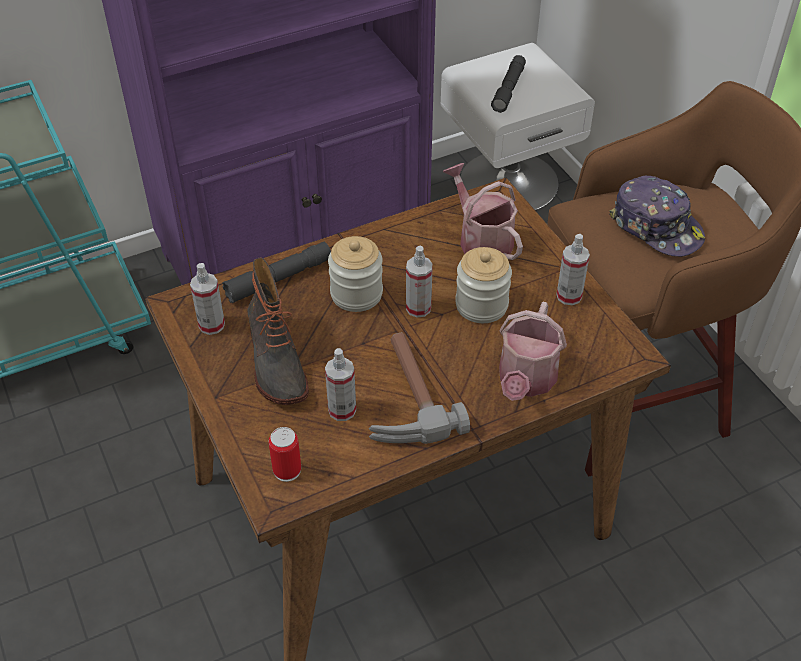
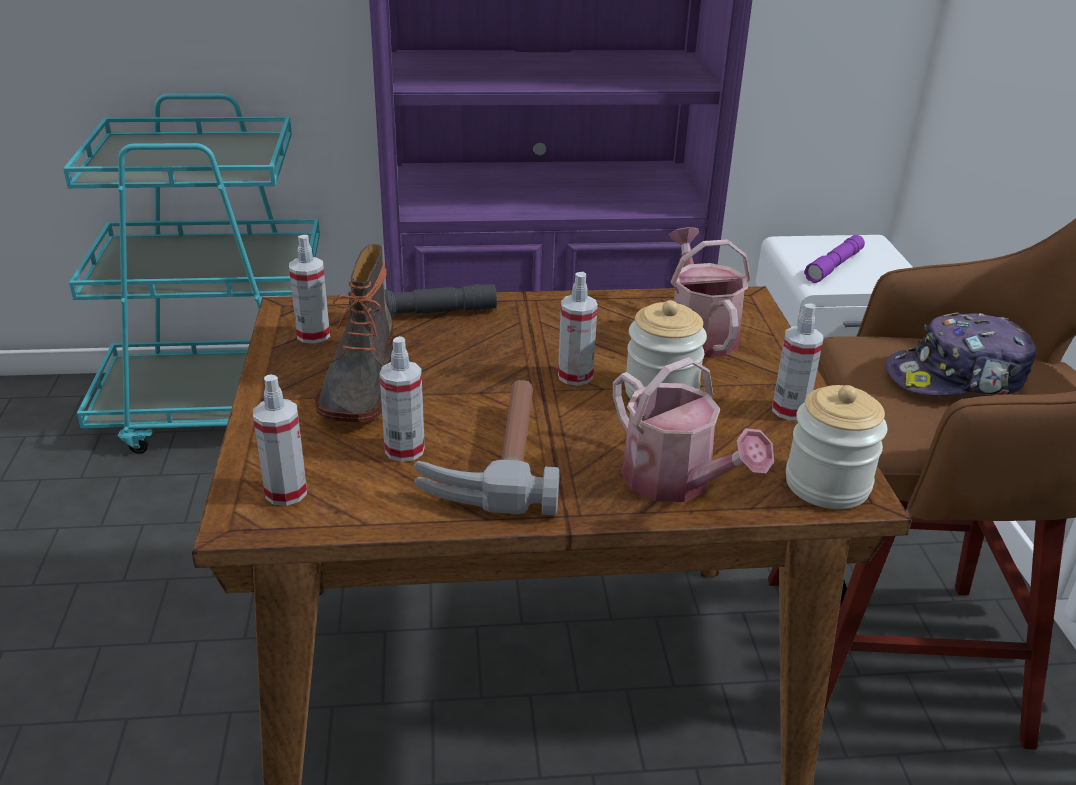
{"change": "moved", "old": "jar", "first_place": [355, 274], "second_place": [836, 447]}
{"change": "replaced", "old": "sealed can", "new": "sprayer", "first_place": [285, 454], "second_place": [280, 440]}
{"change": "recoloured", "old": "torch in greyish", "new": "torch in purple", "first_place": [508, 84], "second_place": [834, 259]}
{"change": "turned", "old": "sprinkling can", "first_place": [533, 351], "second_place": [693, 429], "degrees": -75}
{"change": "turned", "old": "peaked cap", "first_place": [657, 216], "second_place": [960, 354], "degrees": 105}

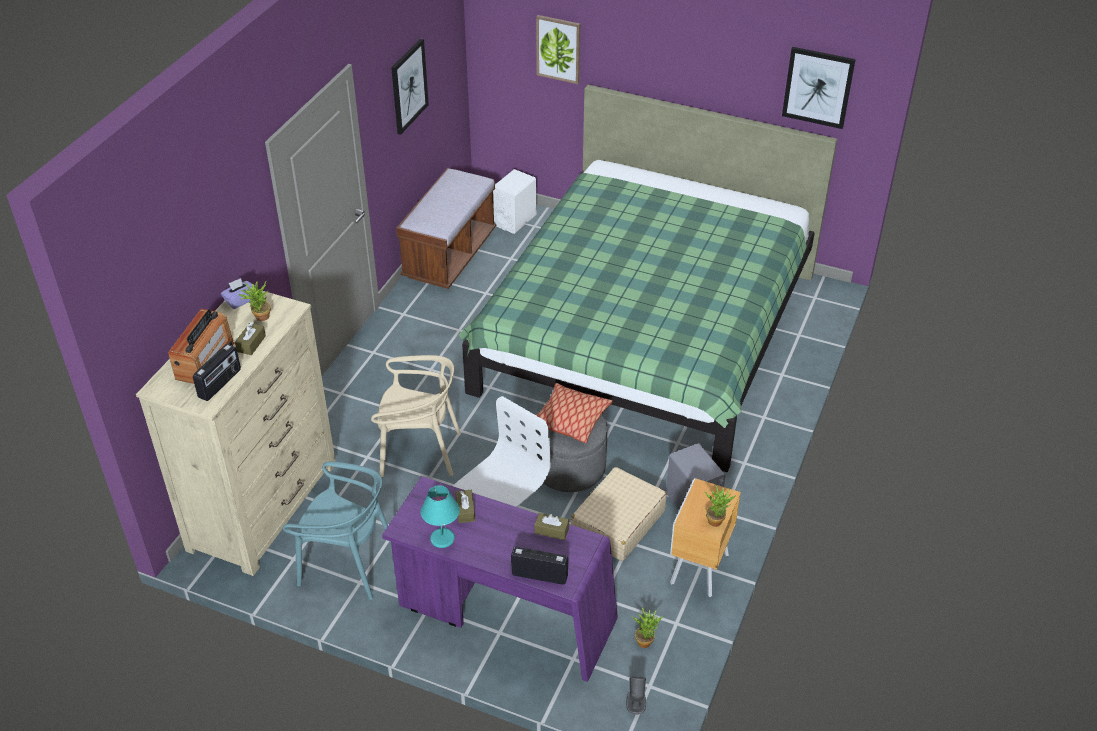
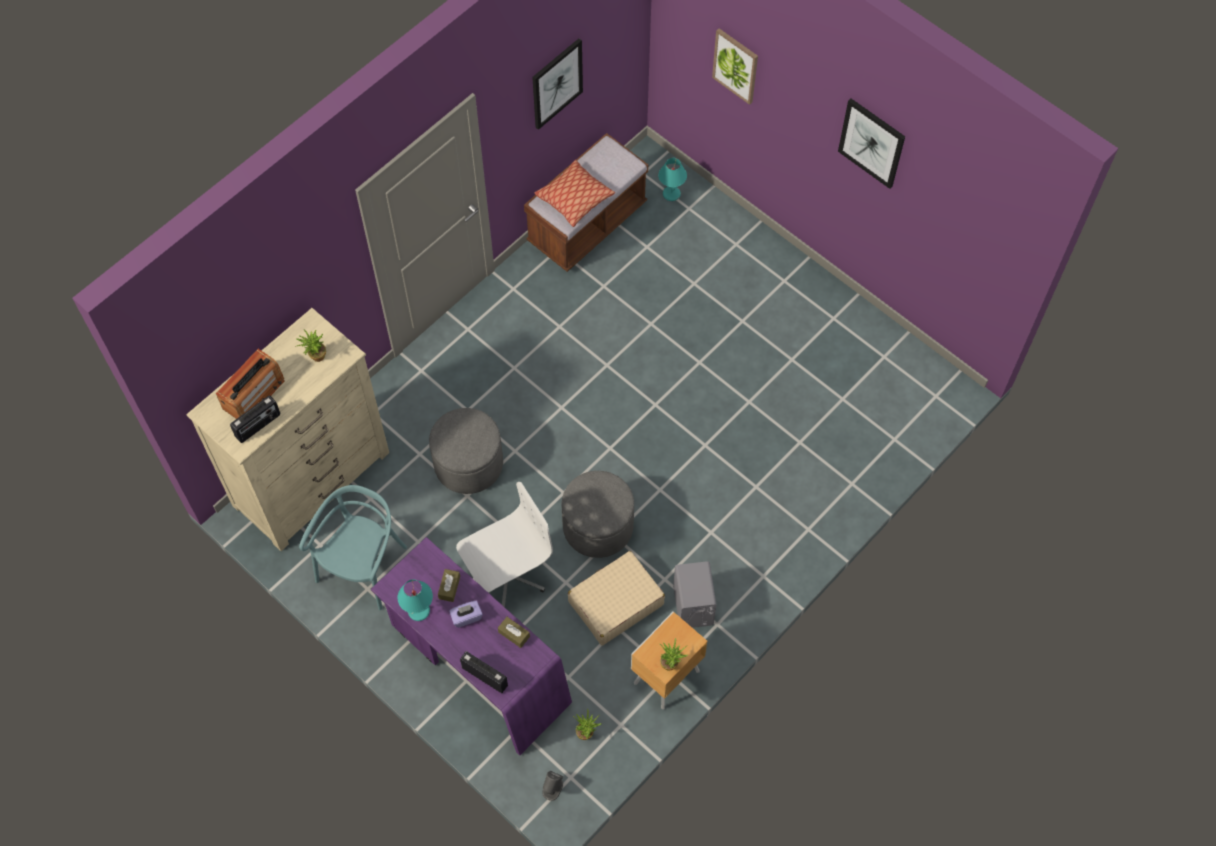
{"change": "removed", "old": "tissue holder in brownish", "first_place": [250, 338]}
{"change": "removed", "old": "bed in green", "first_place": [648, 278]}
{"change": "moved", "old": "tissue holder in purple", "first_place": [238, 293], "second_place": [466, 614]}
{"change": "moved", "old": "throw pillow", "first_place": [574, 413], "second_place": [575, 193]}
{"change": "moved", "old": "wall art", "first_place": [819, 88], "second_place": [871, 143]}
{"change": "replaced", "old": "chair in beige", "new": "pouffe in greyish", "first_place": [416, 416], "second_place": [466, 451]}
{"change": "replaced", "old": "speaker in white", "new": "tabletop lamp in turquoise", "first_place": [514, 201], "second_place": [672, 179]}
{"change": "turned", "old": "chair in turquoise", "first_place": [337, 530], "second_place": [353, 547], "degrees": -105}

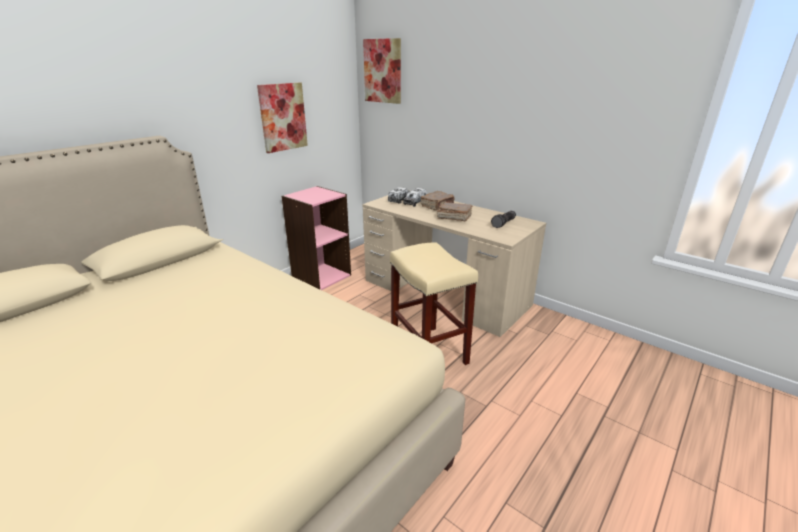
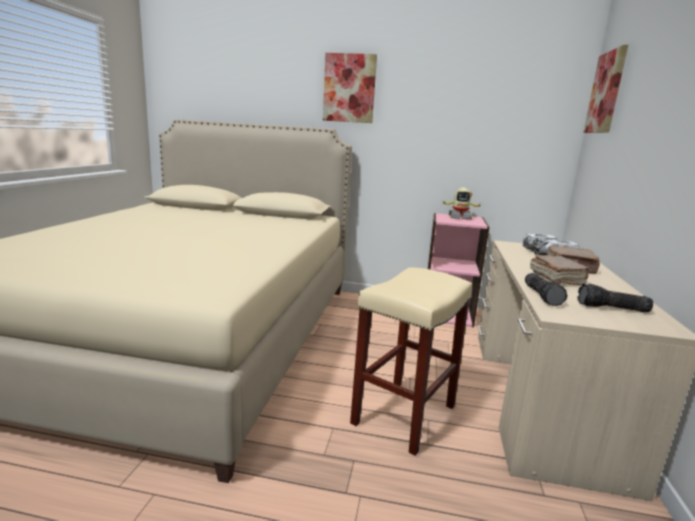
{"change": "added", "new": "robot figure", "second_place": [461, 203]}
{"change": "added", "new": "torch", "second_place": [546, 289]}
{"change": "moved", "old": "wall art", "first_place": [282, 118], "second_place": [350, 88]}

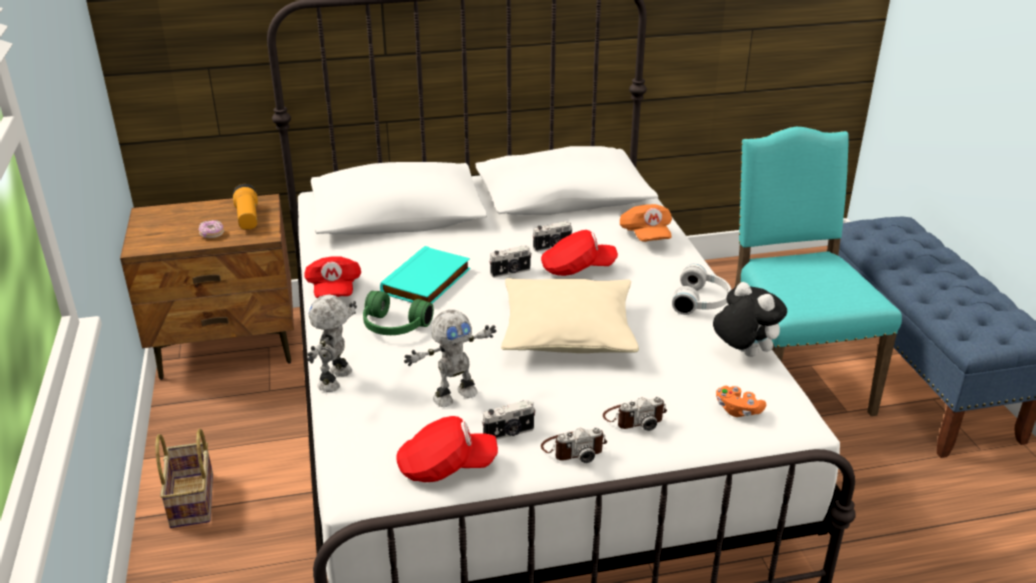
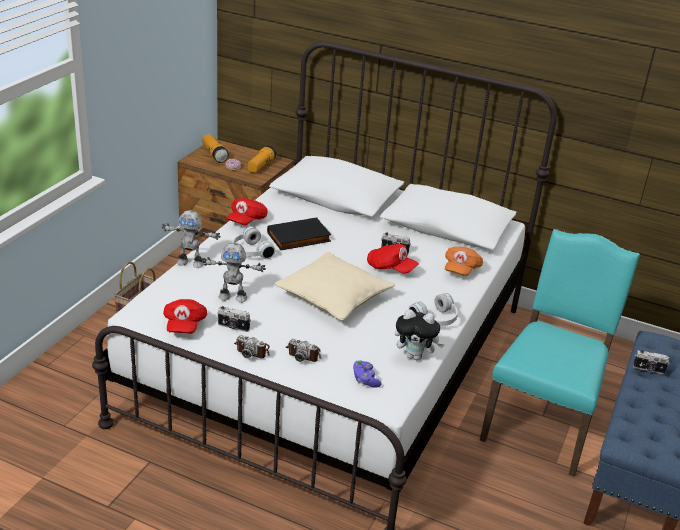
{"change": "added", "new": "torch", "second_place": [216, 148]}
{"change": "moved", "old": "photo camera", "first_place": [510, 261], "second_place": [651, 362]}
{"change": "recoloured", "old": "headset in green", "new": "headset in white", "first_place": [398, 313], "second_place": [254, 242]}
{"change": "recoloured", "old": "bound book in turquoise", "new": "bound book in black", "first_place": [425, 275], "second_place": [299, 233]}
{"change": "recoloured", "old": "game controller in orangey", "new": "game controller in purple", "first_place": [741, 401], "second_place": [367, 374]}
{"change": "turned", "old": "robot figure", "first_place": [332, 343], "second_place": [191, 239], "degrees": -135}
{"change": "turned", "old": "peaked cap in red-coloured", "first_place": [447, 449], "second_place": [185, 316], "degrees": 60}
{"change": "turned", "old": "soft toy", "first_place": [750, 319], "second_place": [419, 334], "degrees": 105}

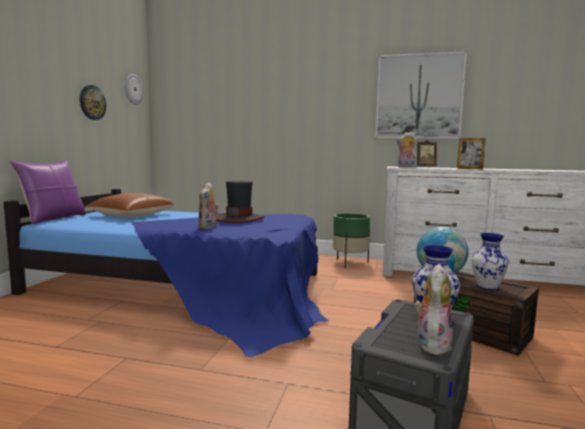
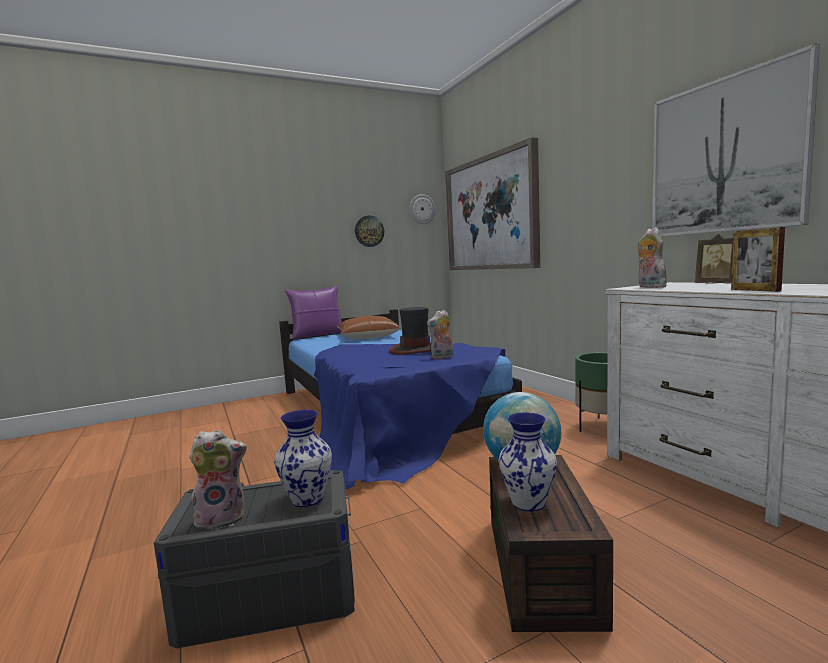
{"change": "added", "new": "wall art", "second_place": [492, 203]}
{"change": "moved", "old": "soft toy", "first_place": [209, 205], "second_place": [440, 334]}

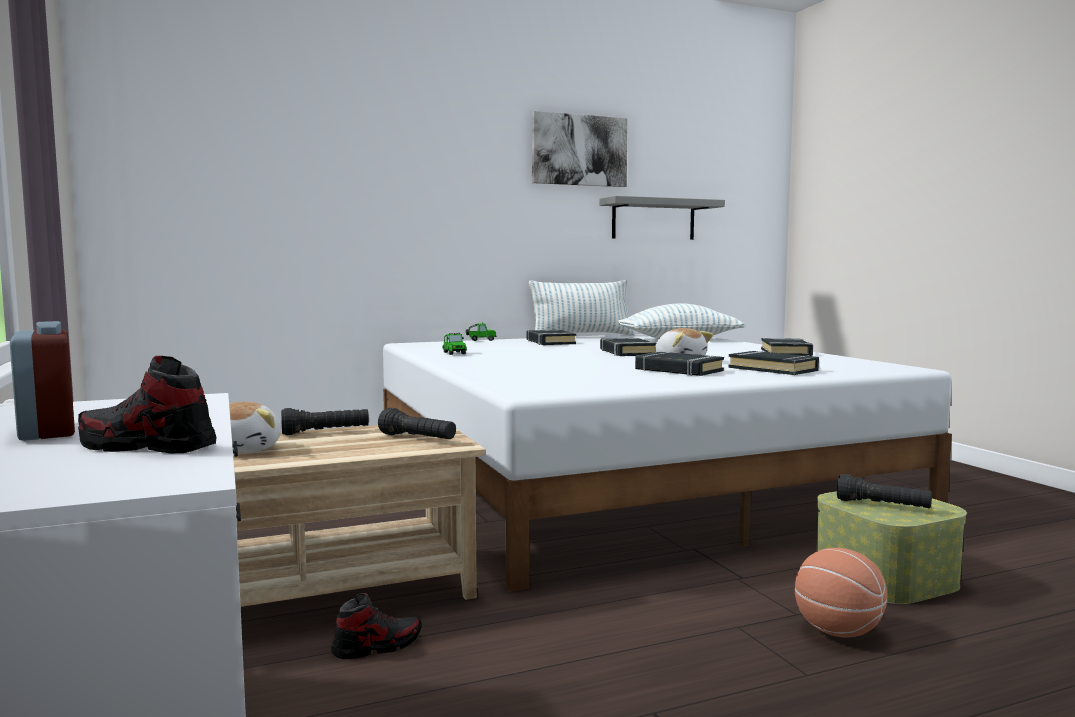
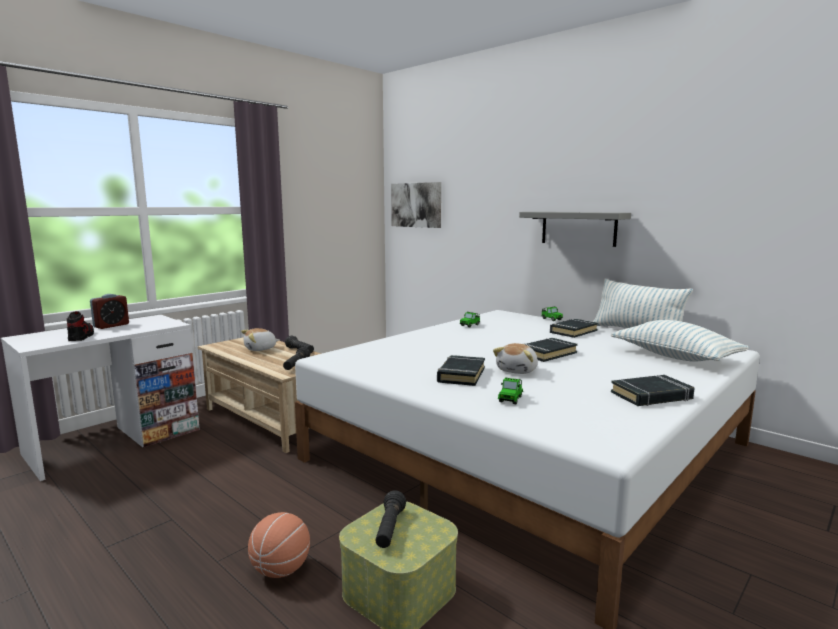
{"change": "removed", "old": "item of footwear", "first_place": [376, 626]}
{"change": "moved", "old": "wall art", "first_place": [580, 149], "second_place": [416, 205]}
{"change": "moved", "old": "shelf in greyish", "first_place": [662, 218], "second_place": [575, 229]}
{"change": "replaced", "old": "bound book in black", "new": "model car", "first_place": [773, 363], "second_place": [510, 390]}

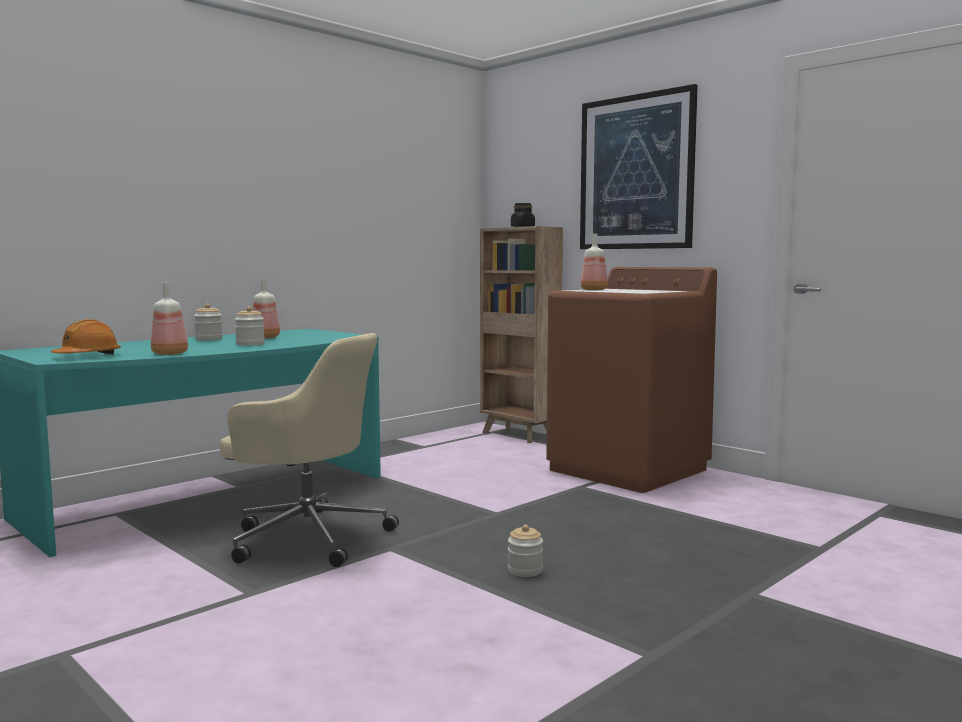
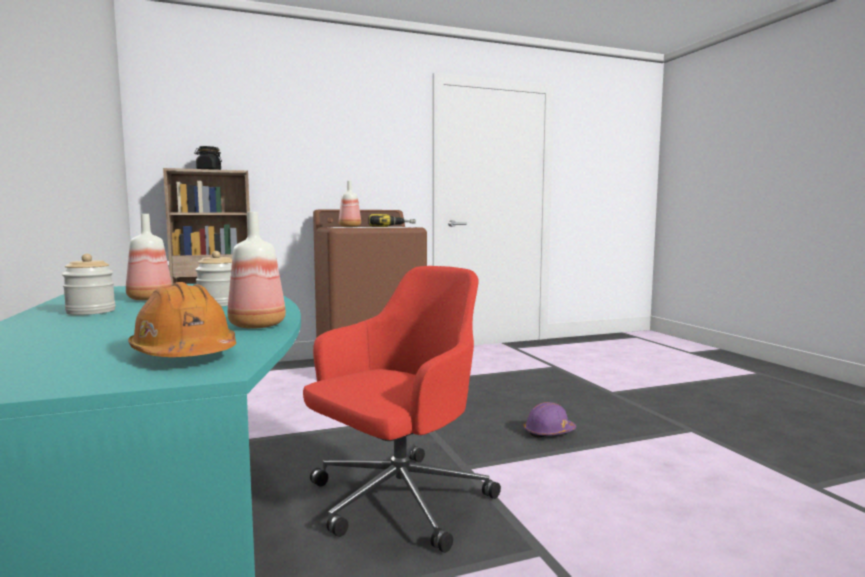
{"change": "removed", "old": "wall art", "first_place": [639, 166]}
{"change": "added", "new": "electric drill", "second_place": [392, 220]}
{"change": "replaced", "old": "jar", "new": "work helmet in purple", "first_place": [525, 551], "second_place": [550, 420]}
{"change": "recoloured", "old": "computer chair in beige", "new": "computer chair in red-coloured", "first_place": [309, 450], "second_place": [402, 409]}

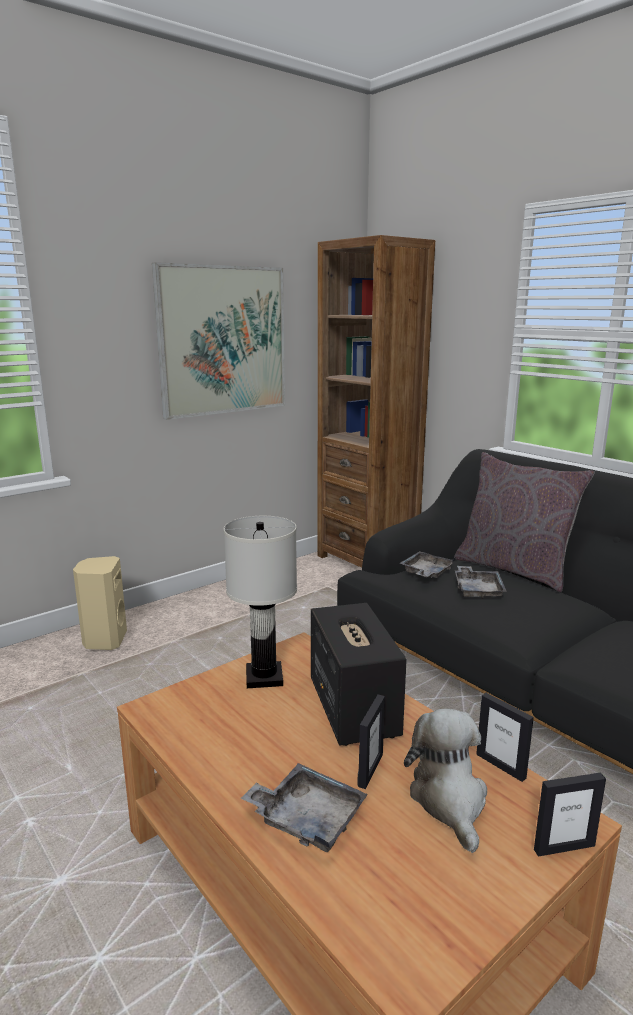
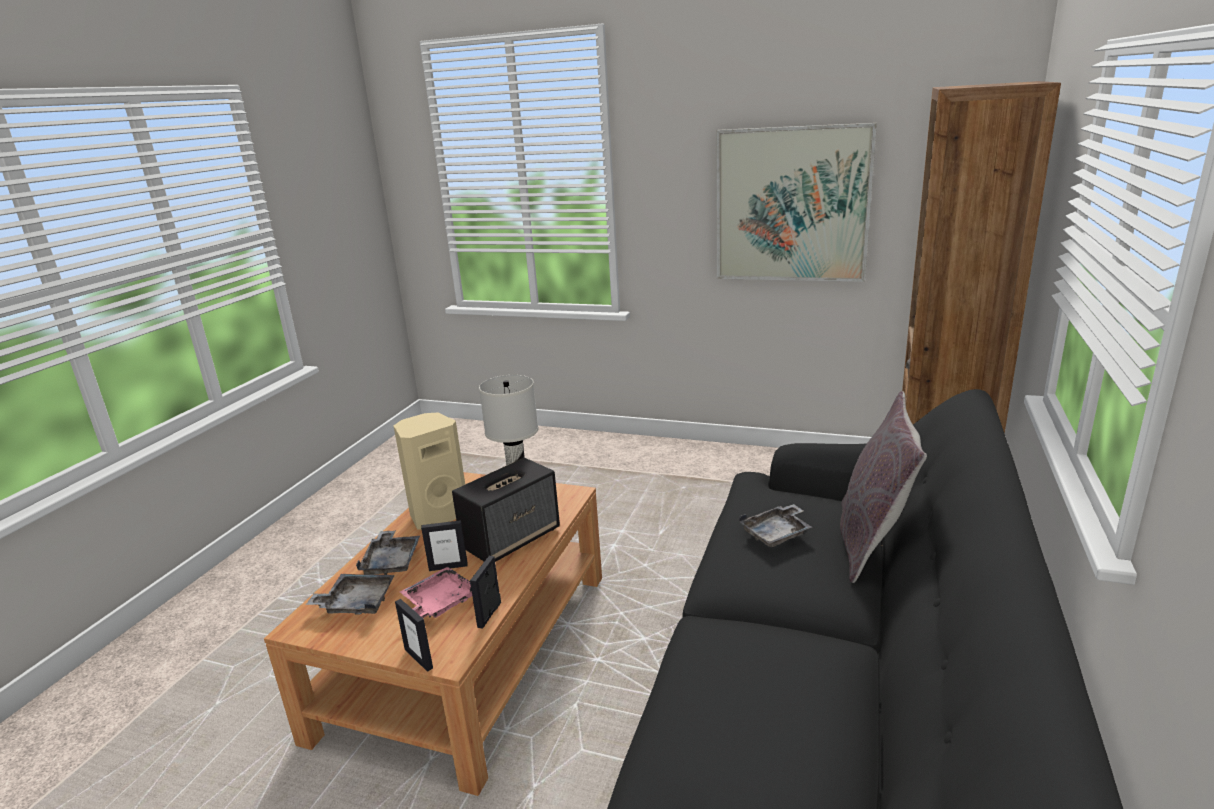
{"change": "moved", "old": "speaker in beige", "first_place": [100, 603], "second_place": [429, 471]}
{"change": "moved", "old": "serving tray in greyish", "first_place": [428, 564], "second_place": [350, 594]}
{"change": "replaced", "old": "soft toy", "new": "serving tray in pinkish", "first_place": [445, 781], "second_place": [436, 592]}

